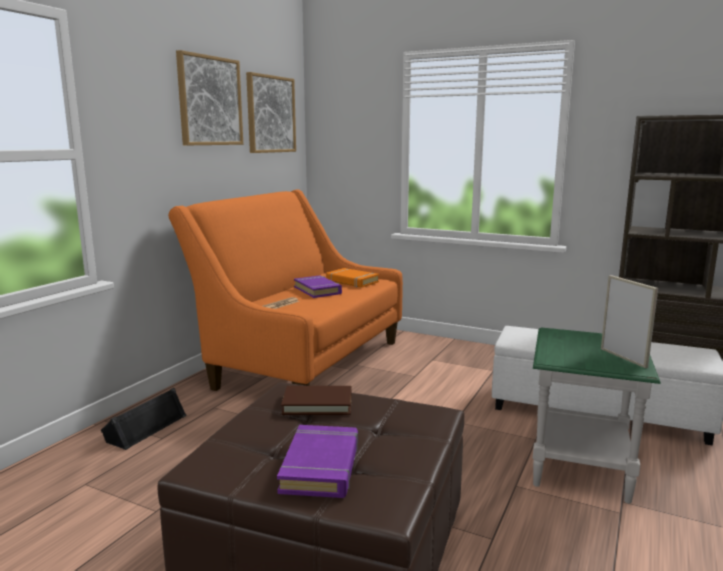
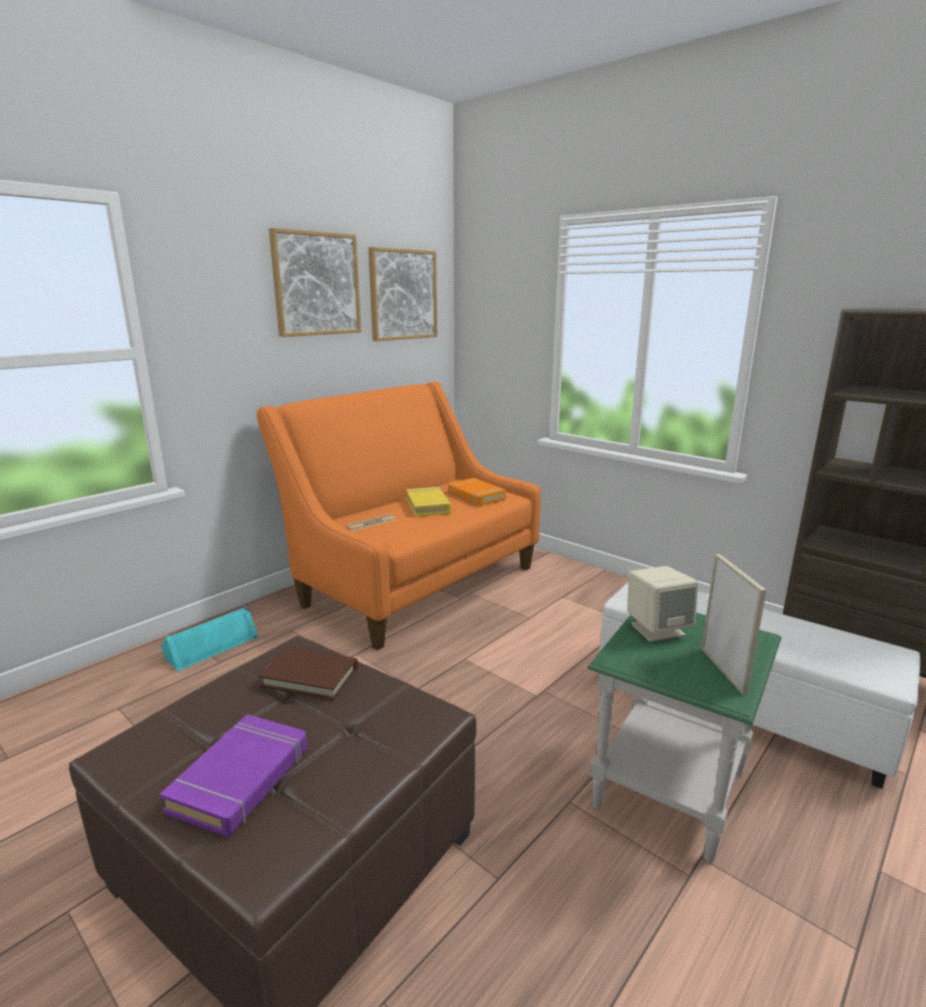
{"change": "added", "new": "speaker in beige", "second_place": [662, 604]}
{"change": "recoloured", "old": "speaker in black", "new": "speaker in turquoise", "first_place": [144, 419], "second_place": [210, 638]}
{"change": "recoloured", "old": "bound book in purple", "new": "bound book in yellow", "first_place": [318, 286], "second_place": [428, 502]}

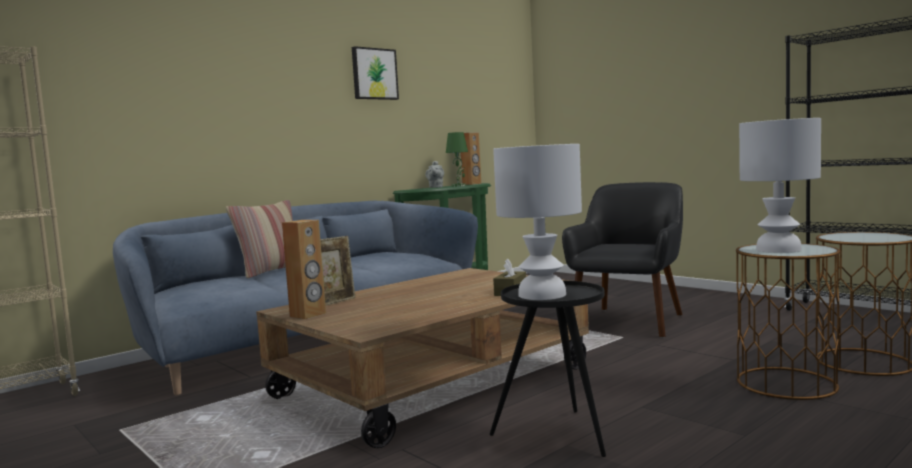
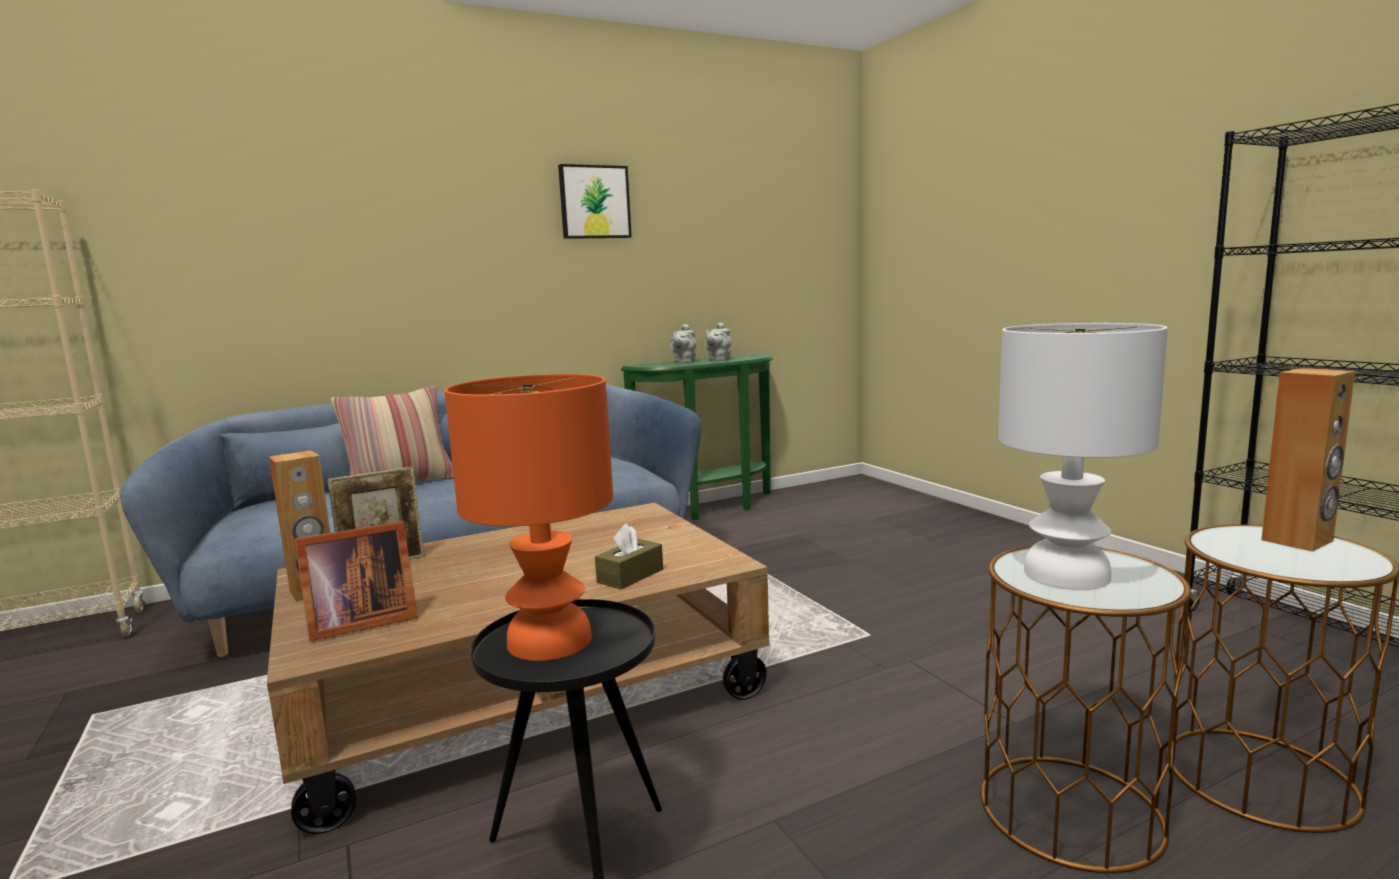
{"change": "removed", "old": "easy chair in black", "first_place": [622, 260]}
{"change": "added", "new": "picture frame", "second_place": [356, 581]}
{"change": "moved", "old": "speaker in brownish", "first_place": [471, 158], "second_place": [1308, 460]}
{"change": "replaced", "old": "tabletop lamp in green", "new": "tea pot in greyish", "first_place": [457, 159], "second_place": [717, 342]}
{"change": "recoloured", "old": "tabletop lamp in white", "new": "tabletop lamp in orangey", "first_place": [537, 222], "second_place": [528, 517]}

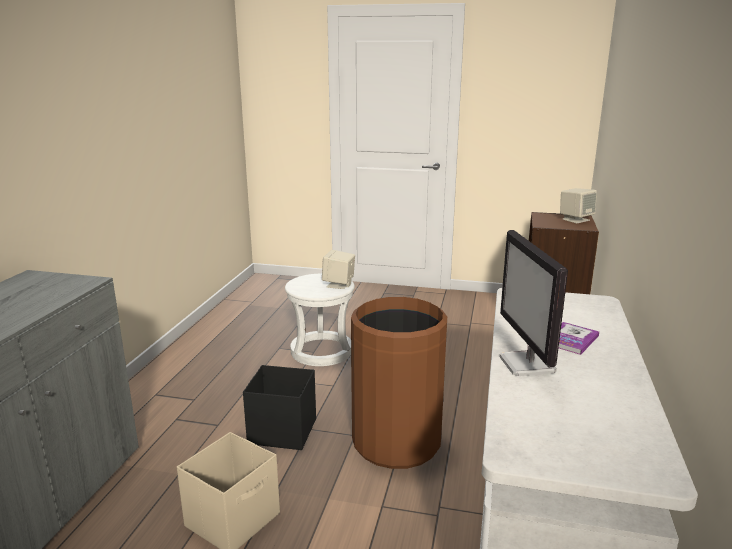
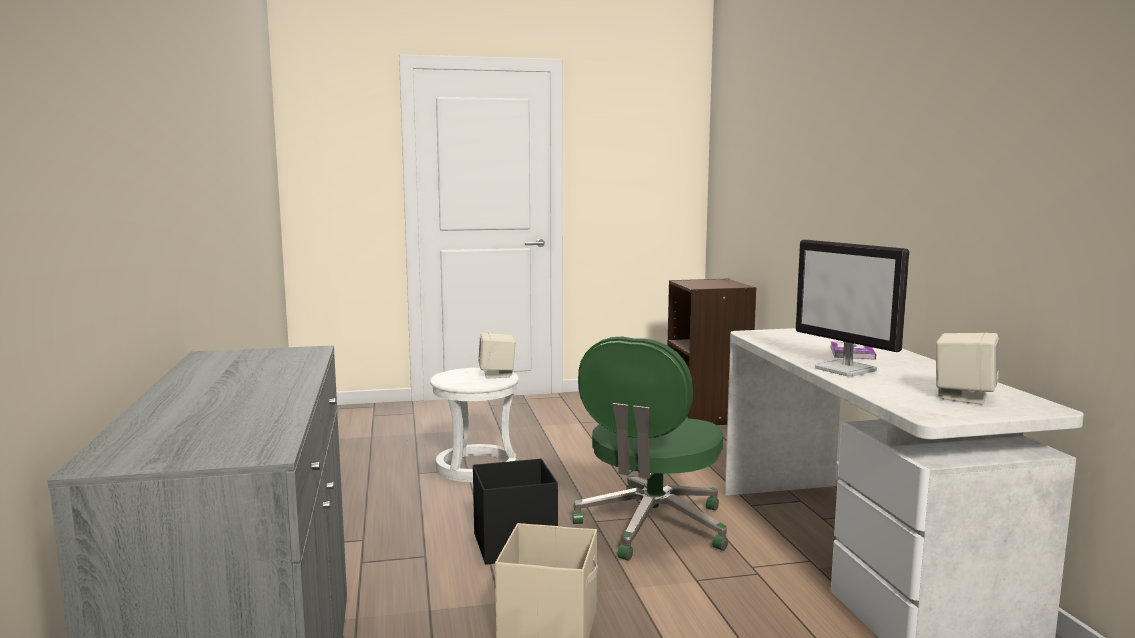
{"change": "moved", "old": "speaker in beige", "first_place": [578, 206], "second_place": [967, 369]}
{"change": "replaced", "old": "trash can in brownish", "new": "computer chair in green", "first_place": [399, 383], "second_place": [650, 449]}

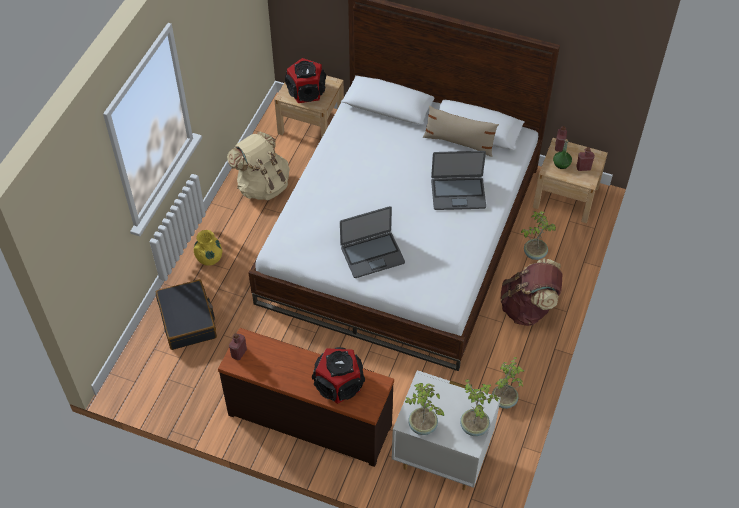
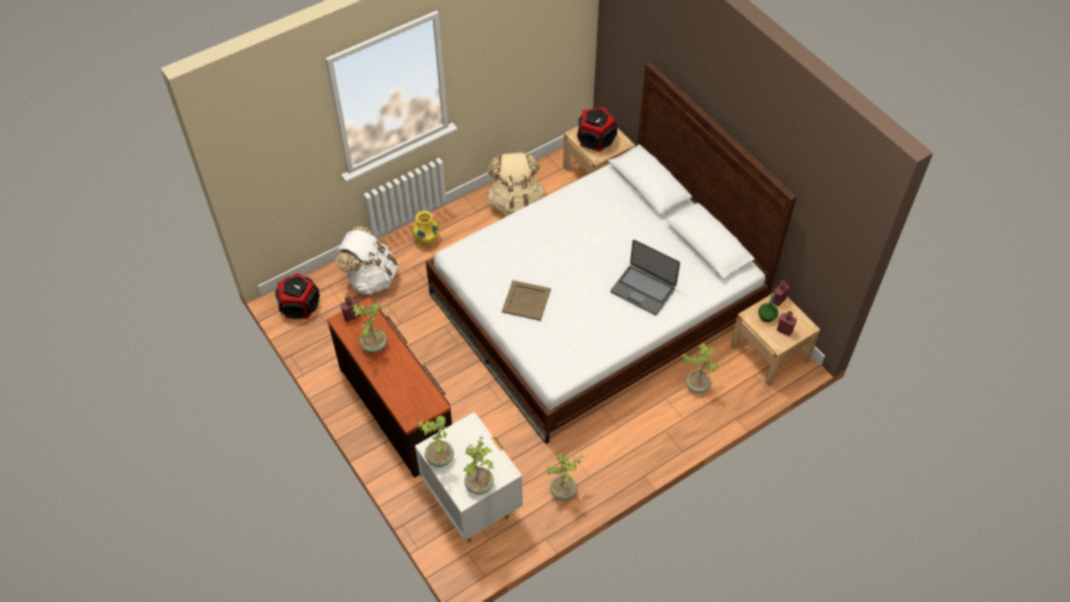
{"change": "removed", "old": "throw pillow in beige", "first_place": [461, 131]}
{"change": "removed", "old": "backpack in brownish", "first_place": [531, 292]}
{"change": "added", "new": "potted plant", "second_place": [369, 328]}
{"change": "moved", "old": "speaker", "first_place": [338, 375], "second_place": [297, 296]}
{"change": "replaced", "old": "travel case in black", "new": "backpack in white", "first_place": [186, 314], "second_place": [366, 261]}
{"change": "replaced", "old": "notebook computer", "new": "serving tray in beige", "first_place": [372, 242], "second_place": [526, 300]}

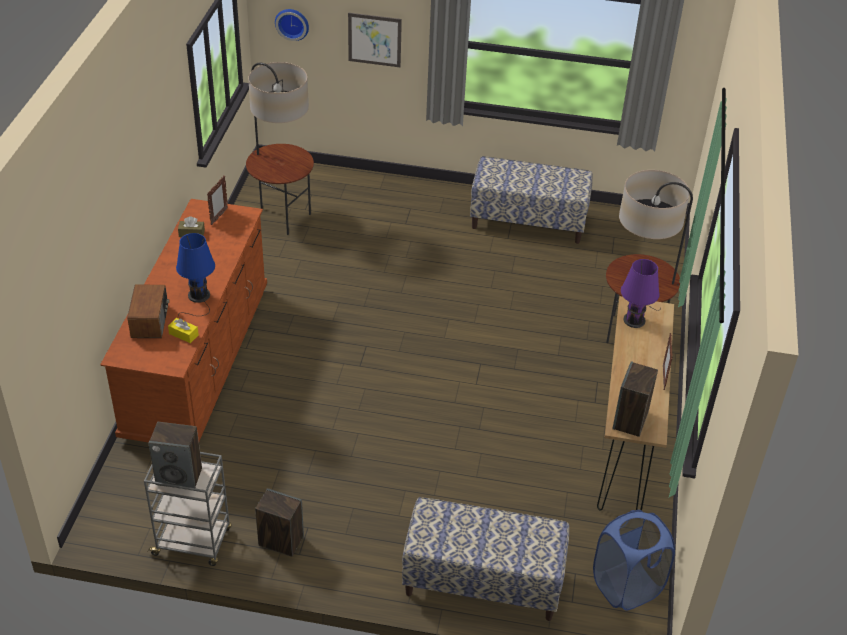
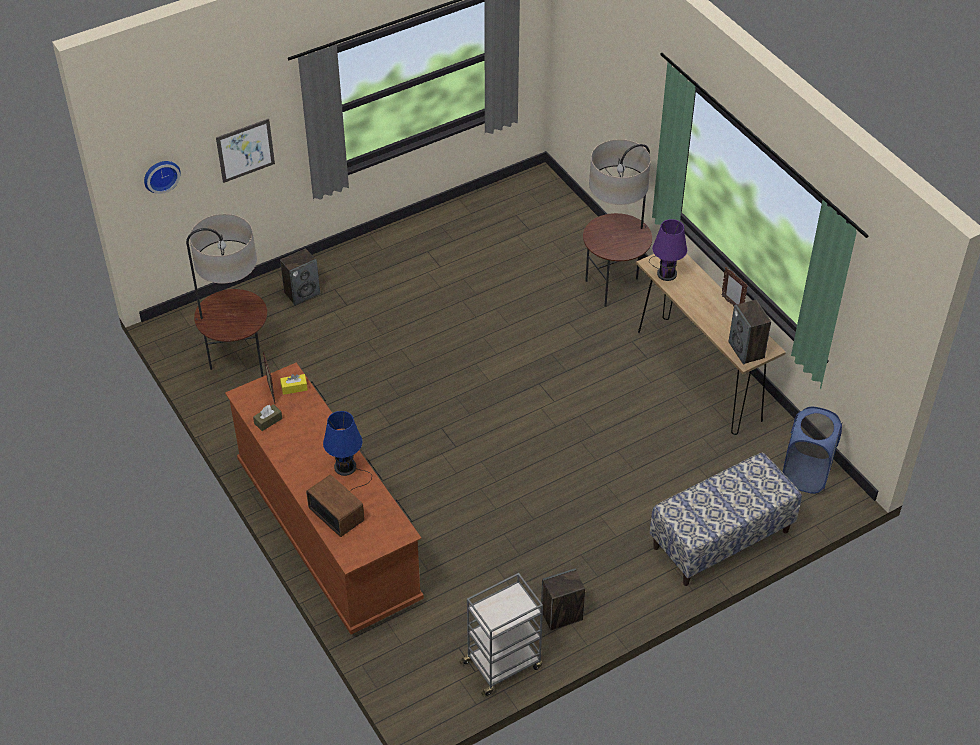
{"change": "removed", "old": "indoor bench", "first_place": [531, 200]}
{"change": "moved", "old": "speaker", "first_place": [175, 455], "second_place": [300, 276]}
{"change": "moved", "old": "tissue holder in yellow", "first_place": [183, 330], "second_place": [294, 384]}

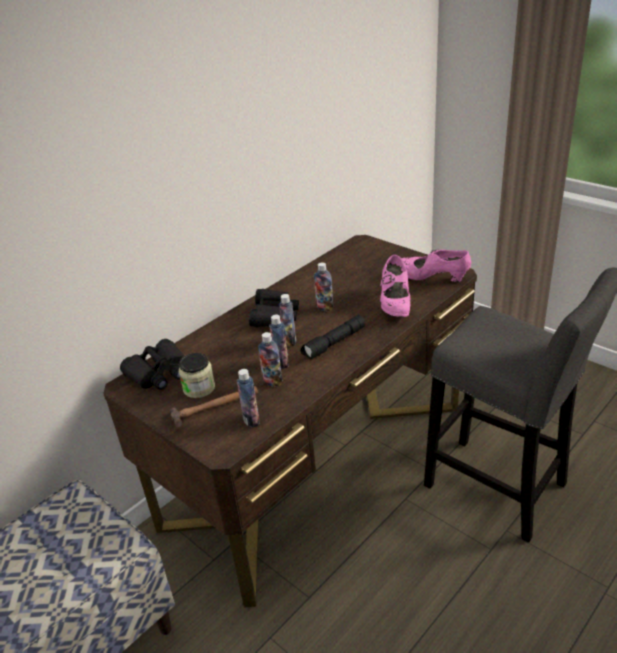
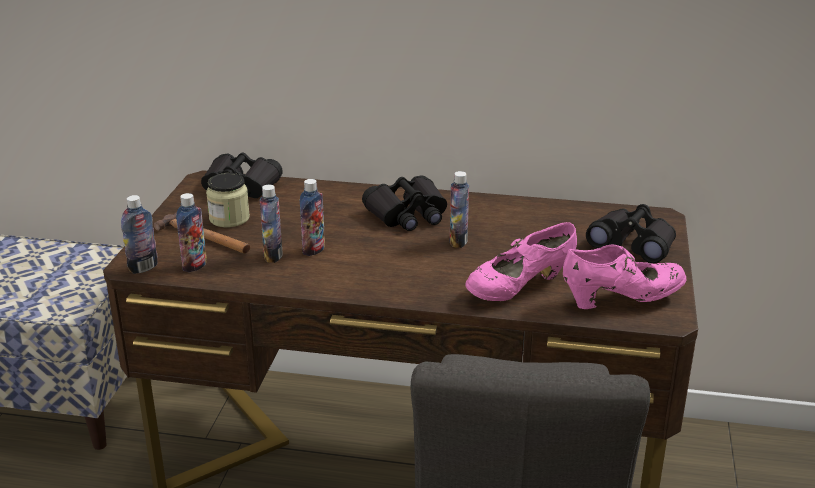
{"change": "removed", "old": "torch in black", "first_place": [332, 337]}
{"change": "added", "new": "binoculars in black", "second_place": [631, 233]}
{"change": "moved", "old": "drink bottle", "first_place": [287, 320], "second_place": [139, 234]}
{"change": "turned", "old": "item of footwear in pinkish", "first_place": [436, 266], "second_place": [625, 276], "degrees": 90}

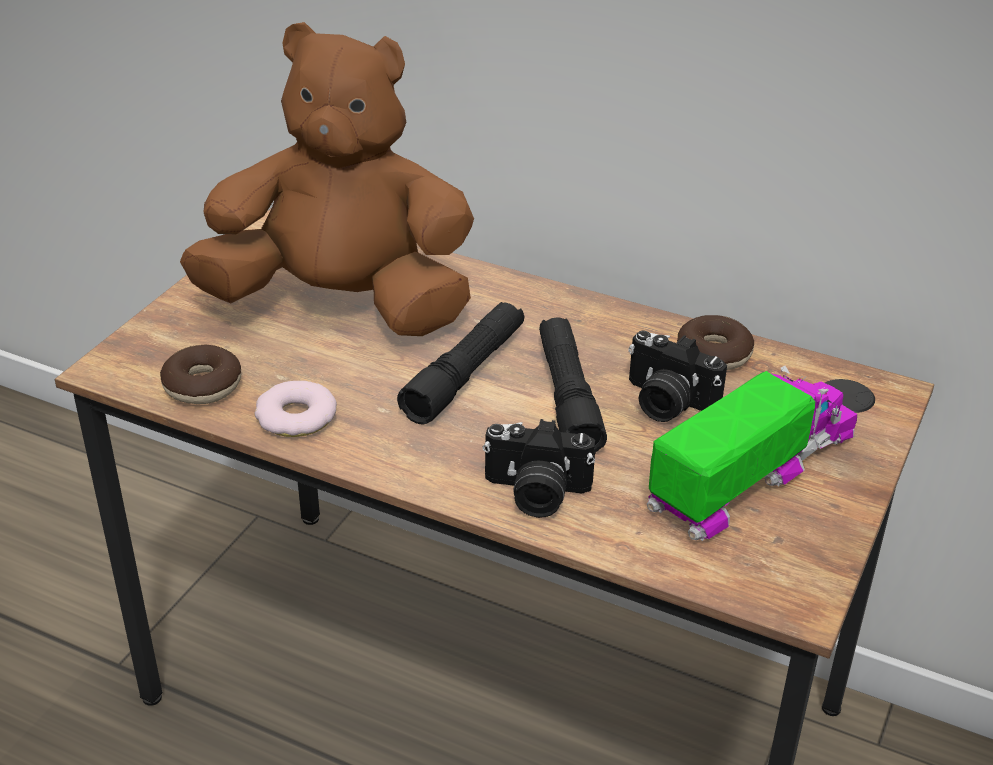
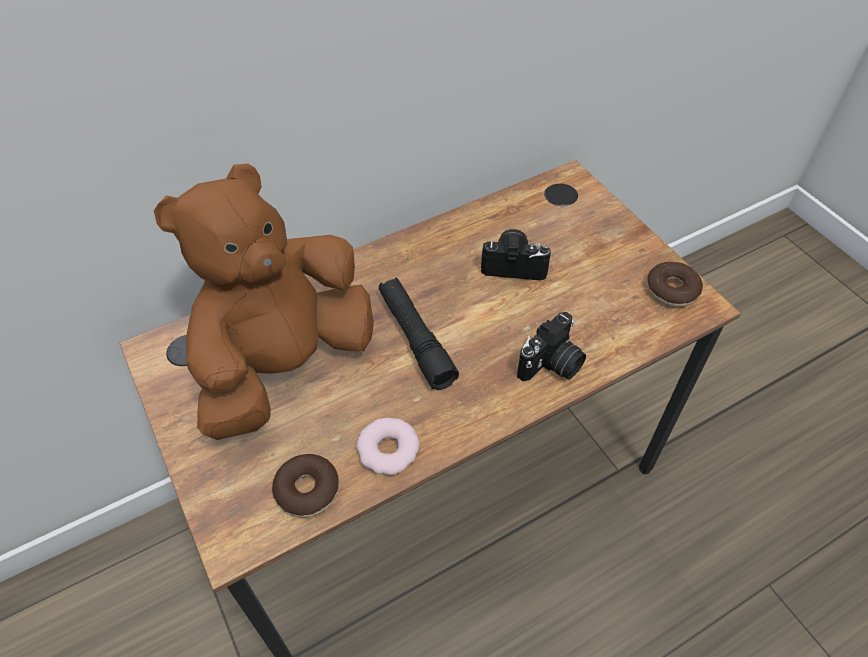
{"change": "removed", "old": "torch in black", "first_place": [573, 385]}
{"change": "removed", "old": "toy lorry", "first_place": [752, 453]}
{"change": "moved", "old": "doughnut", "first_place": [715, 342], "second_place": [675, 284]}
{"change": "turned", "old": "photo camera", "first_place": [677, 376], "second_place": [516, 255], "degrees": -150}

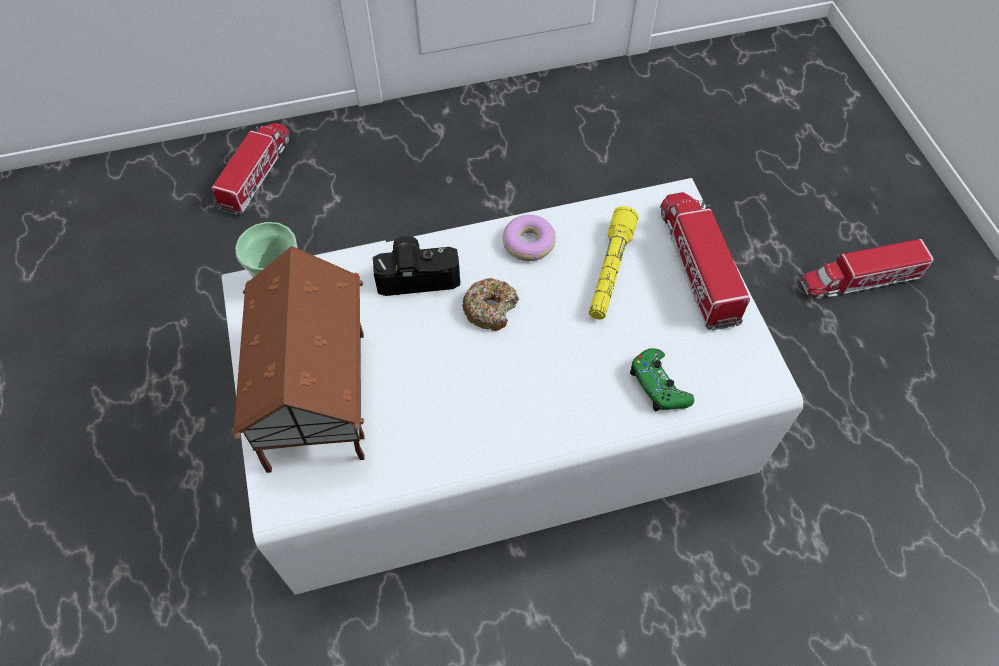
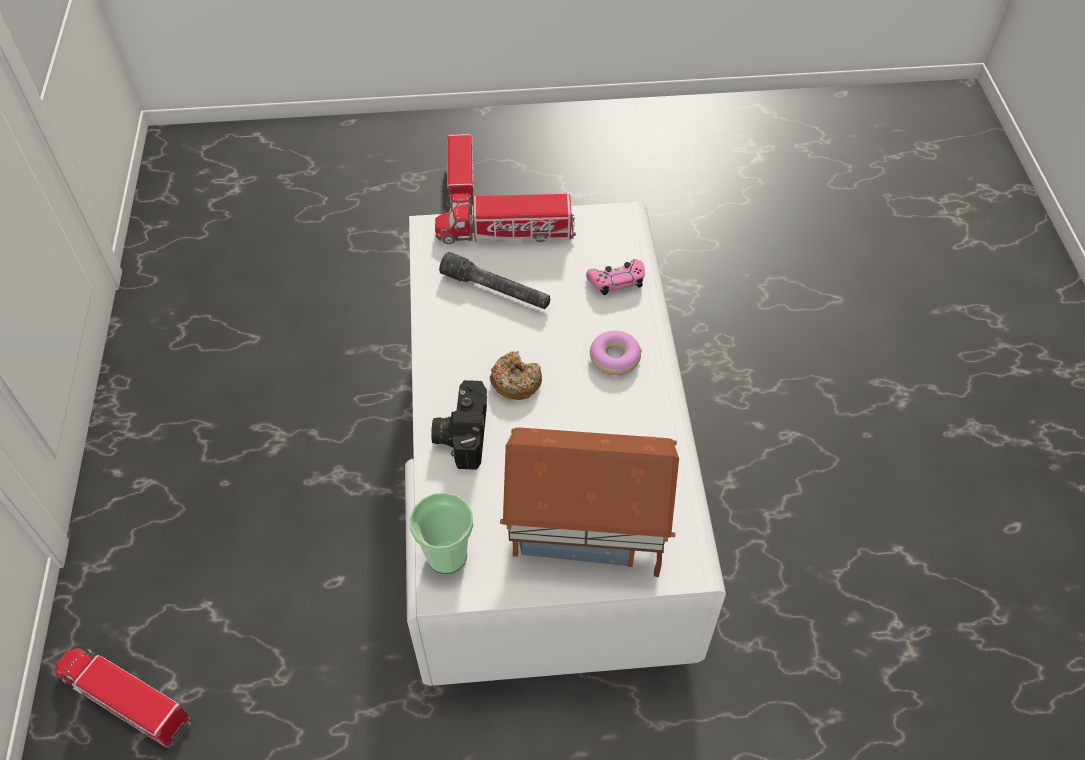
{"change": "moved", "old": "doughnut", "first_place": [529, 238], "second_place": [616, 353]}
{"change": "recoloured", "old": "torch in yellow", "new": "torch in greyish", "first_place": [614, 262], "second_place": [494, 280]}
{"change": "recoloured", "old": "game controller in green", "new": "game controller in pinkish", "first_place": [662, 380], "second_place": [615, 277]}

